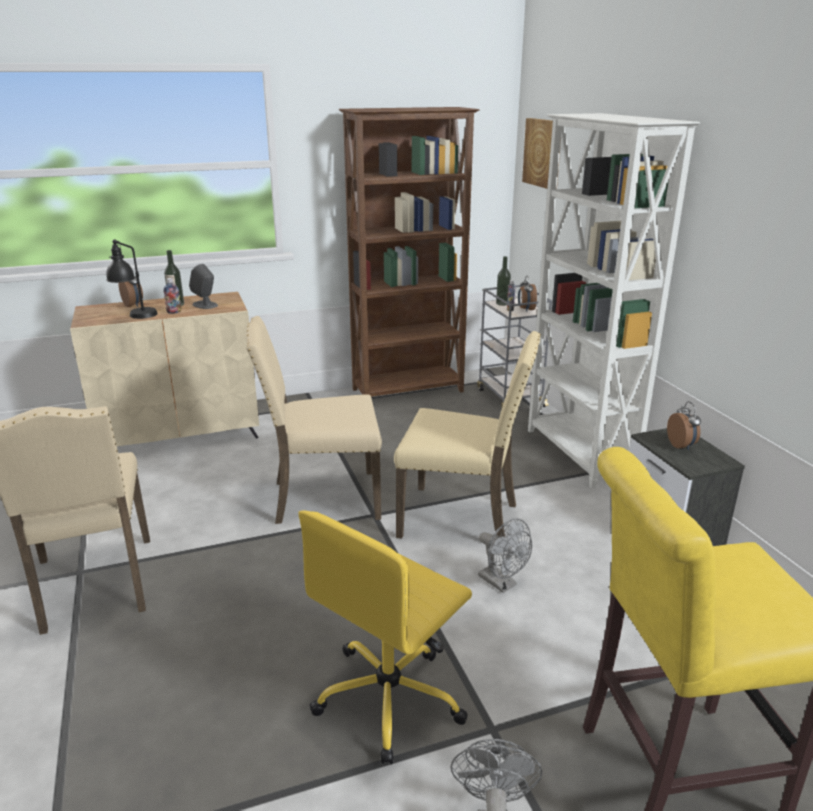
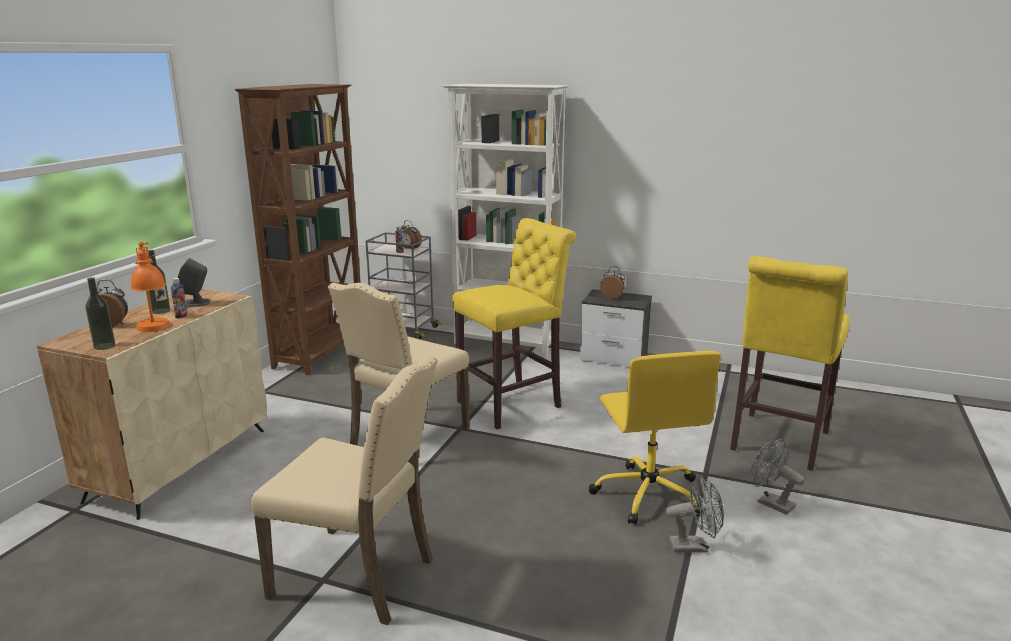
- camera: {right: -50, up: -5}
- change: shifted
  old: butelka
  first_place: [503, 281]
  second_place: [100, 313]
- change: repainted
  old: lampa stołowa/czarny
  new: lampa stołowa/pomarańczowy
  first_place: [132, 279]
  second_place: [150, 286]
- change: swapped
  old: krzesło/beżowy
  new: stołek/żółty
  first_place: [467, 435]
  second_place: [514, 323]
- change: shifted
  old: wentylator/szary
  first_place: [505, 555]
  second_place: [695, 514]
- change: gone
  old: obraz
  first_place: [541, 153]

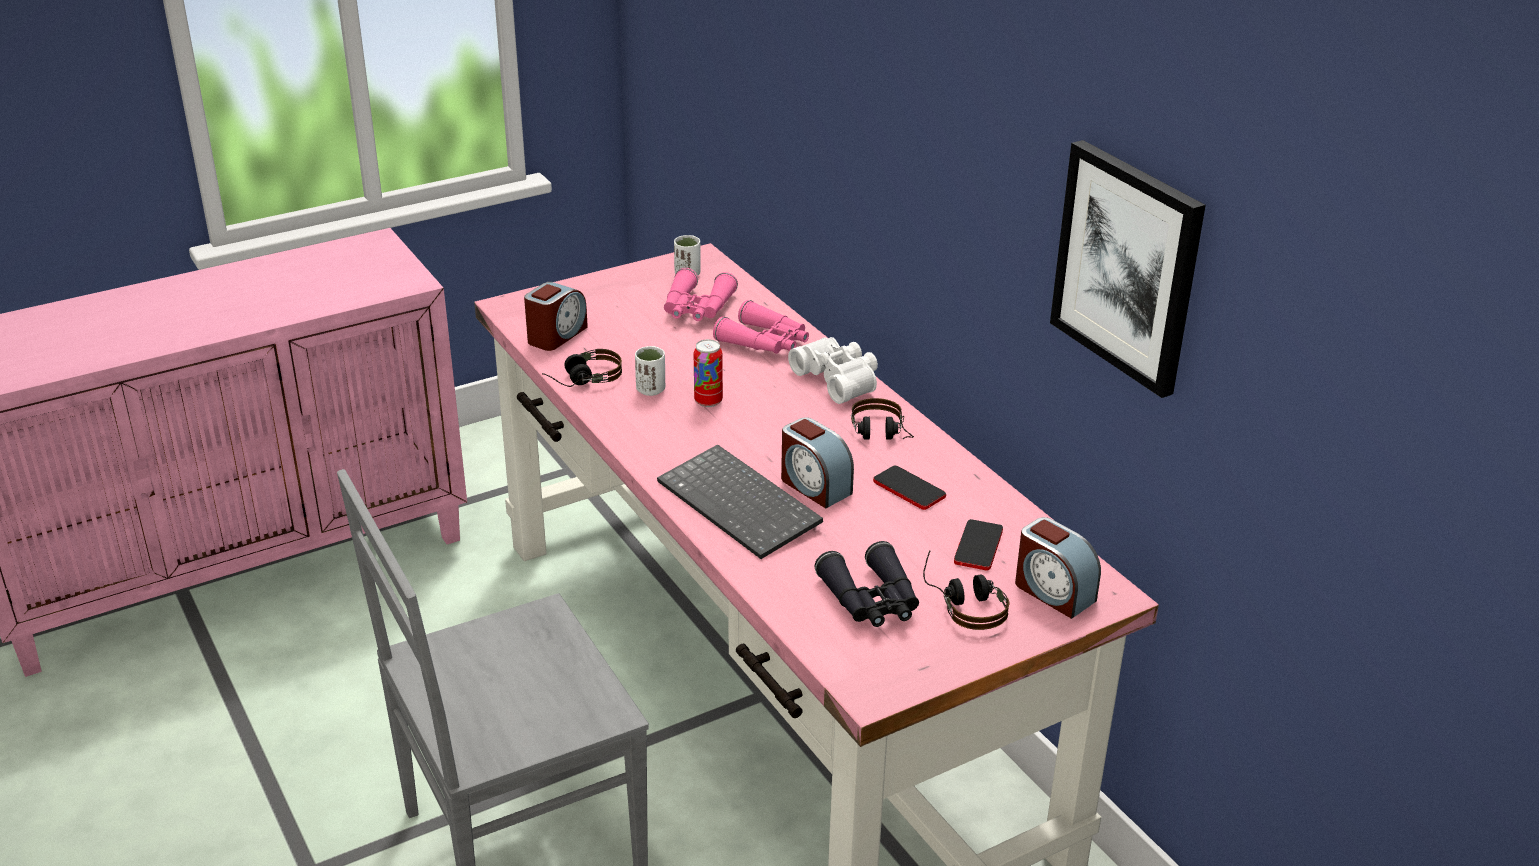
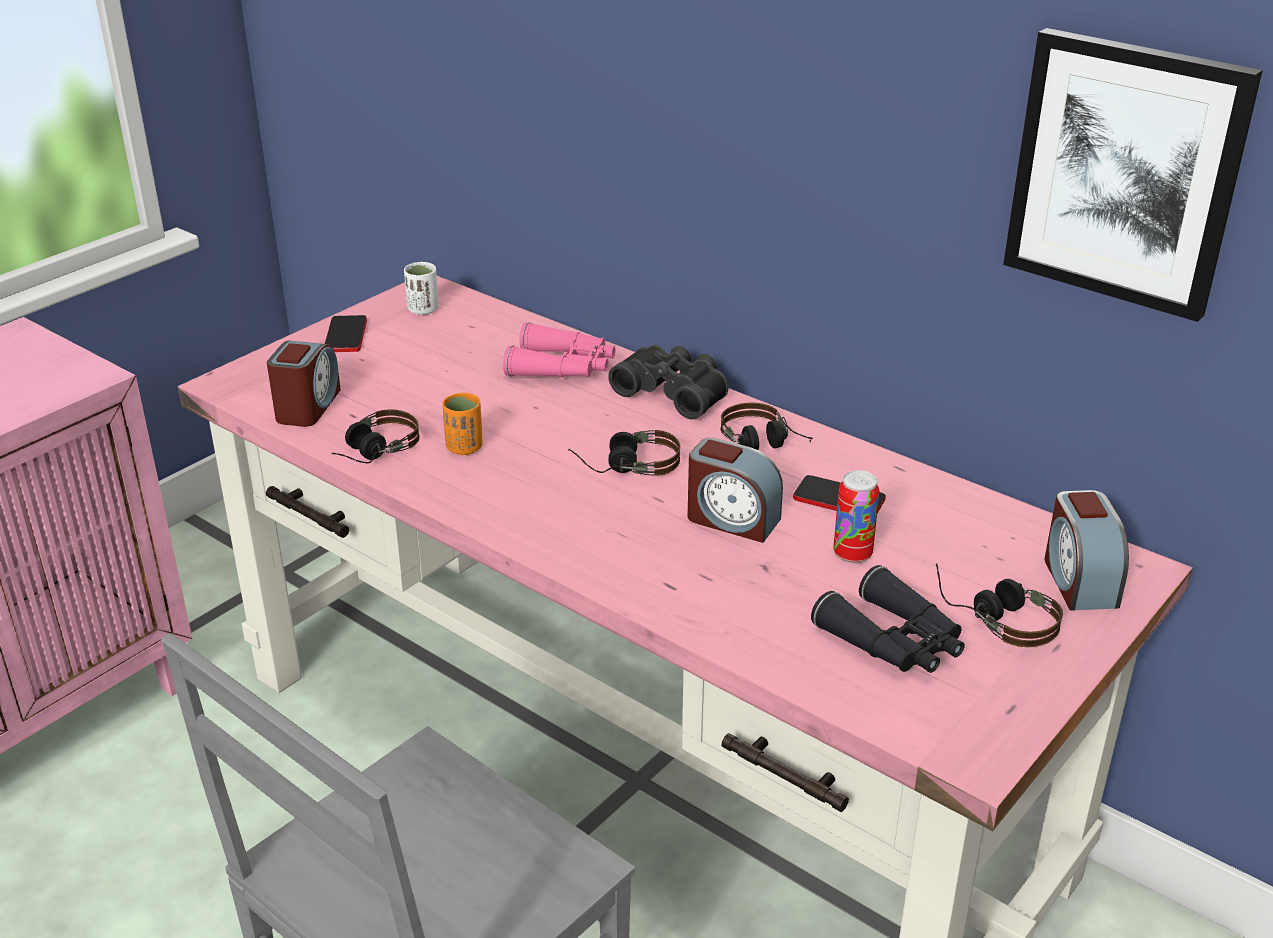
- camera: {right: -20, up: 0}
- change: shifted
  old: telefon
  first_place: [978, 545]
  second_place: [346, 333]
- change: repainted
  old: filiżanka/biały
  new: filiżanka/pomarańczowy
  first_place: [650, 371]
  second_place: [462, 423]
- change: new
  new: słuchawki
  second_place: [624, 453]
- change: repainted
  old: lornetka/biały
  new: lornetka/czarny
  first_place: [833, 370]
  second_place: [668, 382]
- change: shifted
  old: puszka
  first_place: [708, 373]
  second_place: [856, 517]
- change: rotated
  old: budzik
  first_place: [1058, 568]
  second_place: [1086, 550]
  degrees: 60
- change: gone
  old: klawiatura
  first_place: [740, 501]
- change: gone
  old: lornetka/różowy
  first_place: [701, 294]

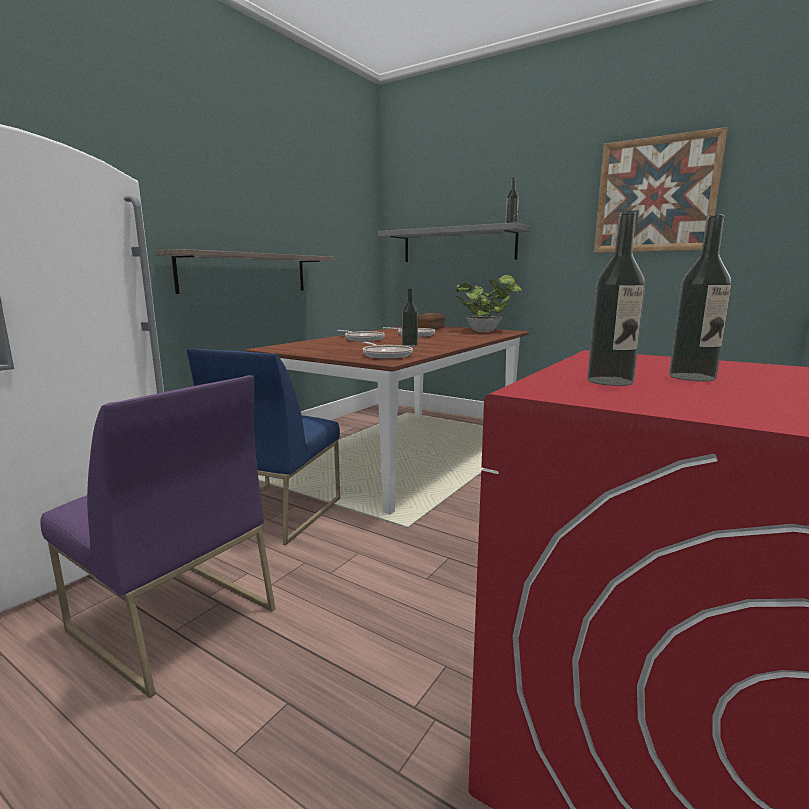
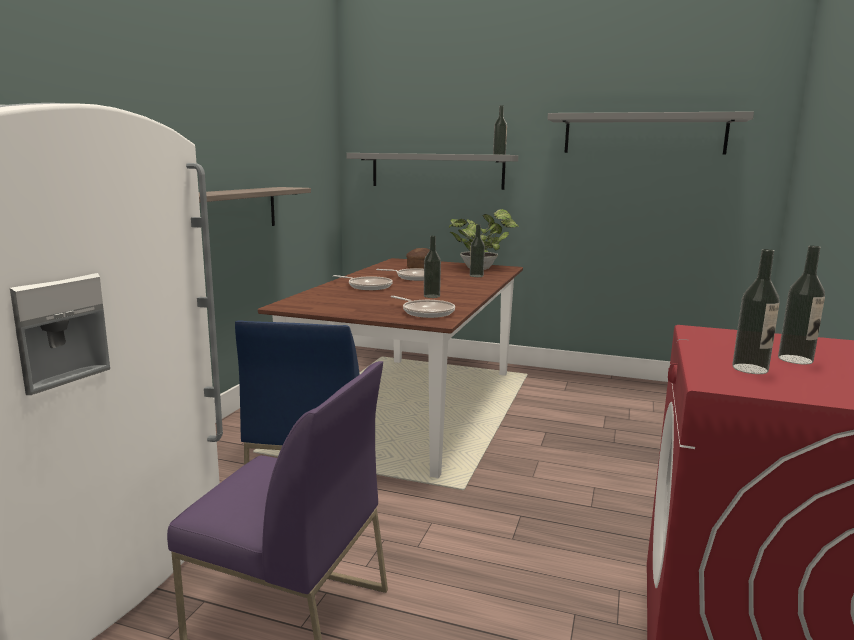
- camera: {right: -15, up: 0}
- change: new
  new: butelka
  second_place: [477, 250]
- change: swapped
  old: obraz
  new: półka/szary
  first_place: [661, 190]
  second_place: [650, 133]

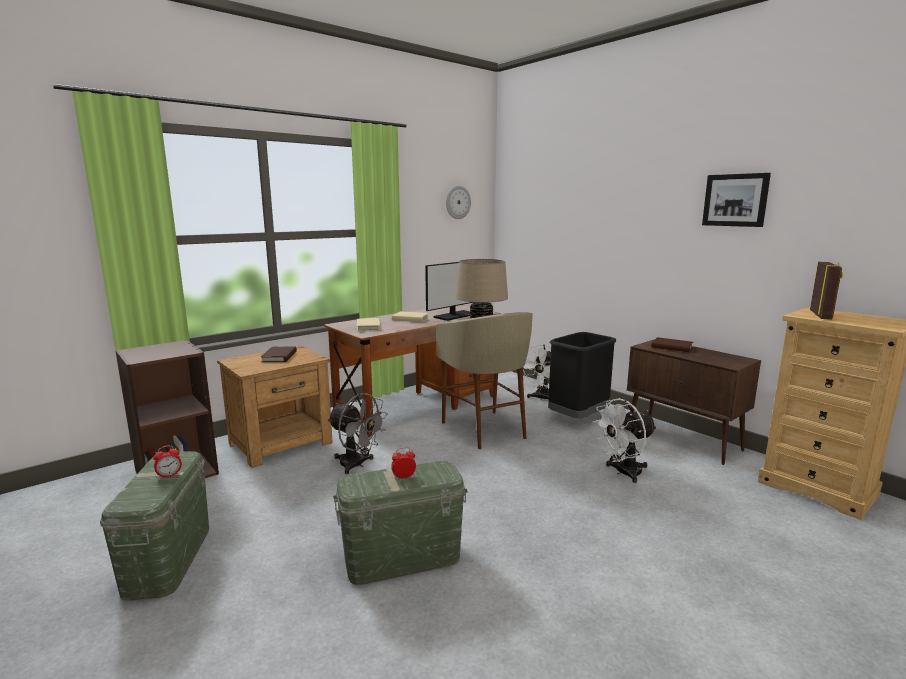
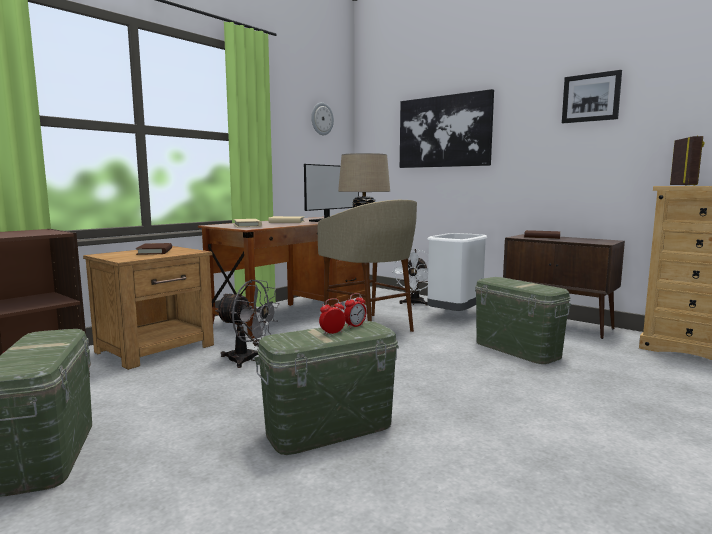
- camera: {right: -10, up: -5}
- change: shifted
  old: budzik
  first_place: [167, 462]
  second_place: [355, 310]
- change: new
  new: obraz
  second_place: [447, 128]
- change: repainted
  old: kosz na śmieci/czarny
  new: kosz na śmieci/biały
  first_place: [582, 375]
  second_place: [457, 272]
- change: swapped
  old: wentylator/biały
  new: pojemnik do przechowywania/zielony
  first_place: [625, 440]
  second_place: [523, 320]

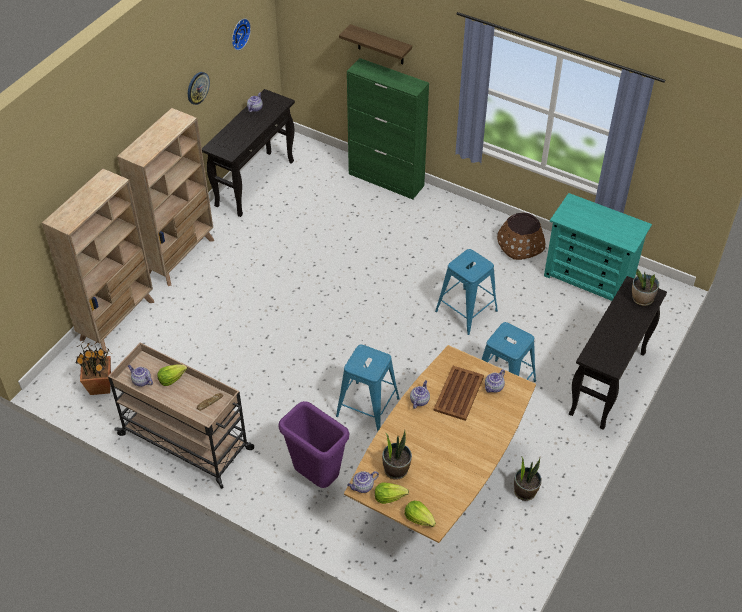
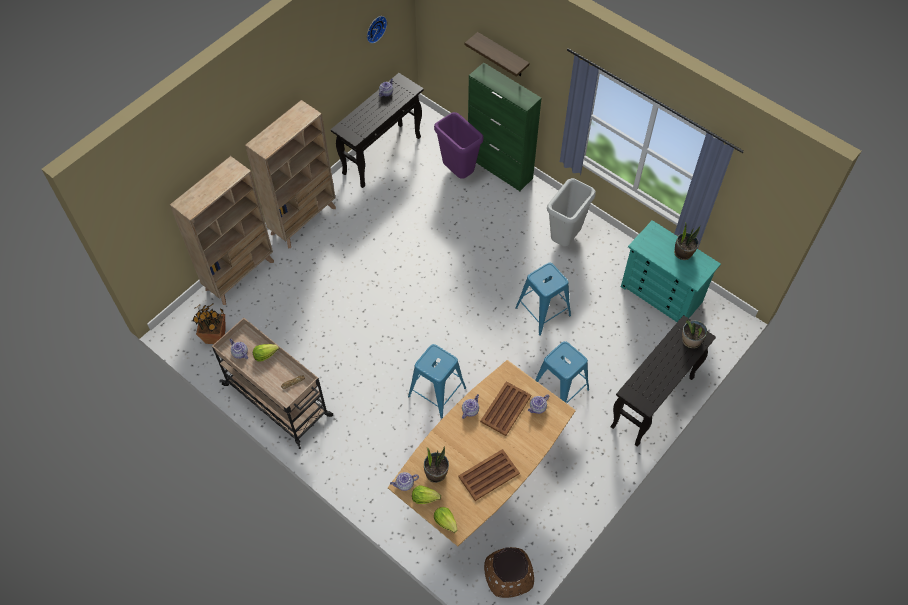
- camera: {right: 10, up: 10}
- change: shifted
  old: kosz na śmieci/fioletowy
  first_place: [313, 444]
  second_place: [459, 145]
- change: new
  new: taca/brązowy
  second_place: [489, 475]
- change: shifted
  old: donica/brązowy
  first_place: [521, 236]
  second_place: [509, 572]
- change: new
  new: kosz na śmieci/szary
  second_place: [571, 212]
- change: shifted
  old: roślina doniczkowa
  first_place: [528, 478]
  second_place: [687, 241]
- change: gone
  old: zegar ścienny
  first_place: [199, 88]

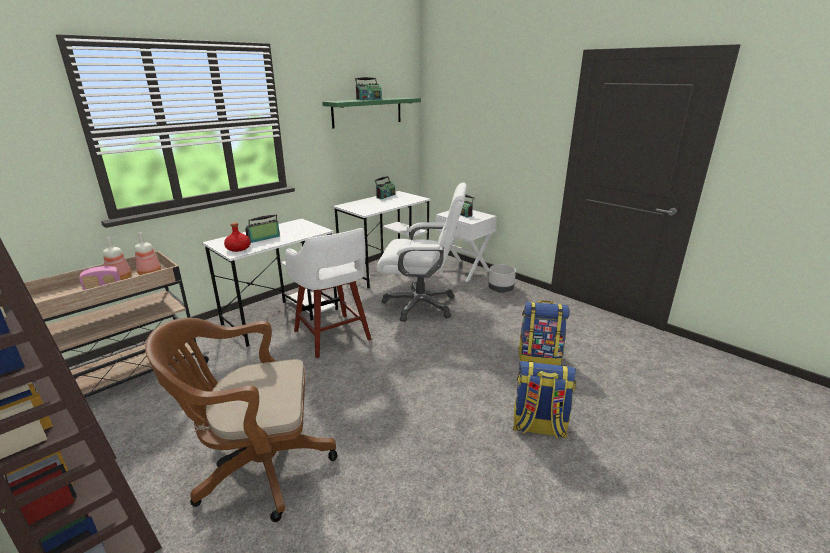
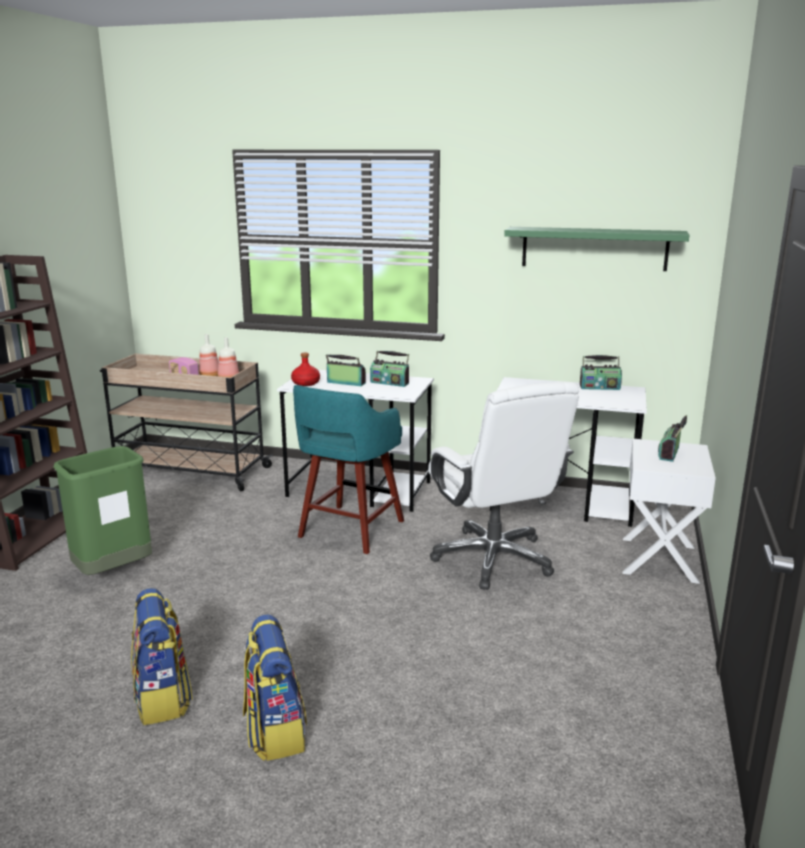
- camera: {right: 60, up: -5}
- change: swapped
  old: krzesło biurowe/brązowy
  new: kosz na śmieci/zielony
  first_place: [241, 420]
  second_place: [102, 510]
- change: shifted
  old: plecak
  first_place: [544, 332]
  second_place: [162, 656]
- change: repainted
  old: stołek/biały
  new: stołek/turkusowy
  first_place: [328, 293]
  second_place: [348, 469]
- change: shifted
  old: radio
  first_place: [368, 88]
  second_place: [389, 369]
- change: gone
  old: donica/szary
  first_place: [502, 278]

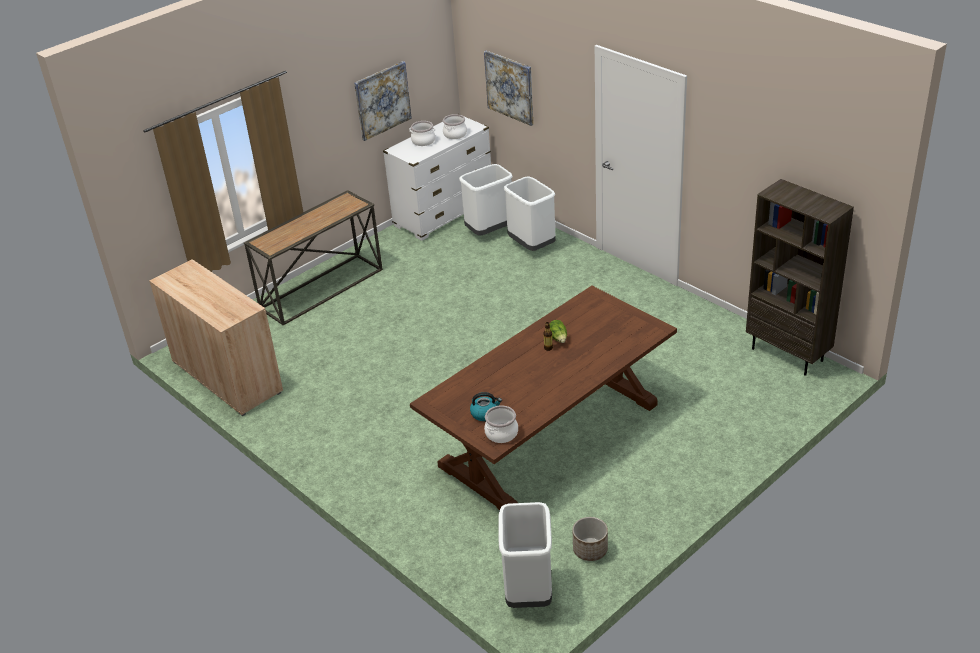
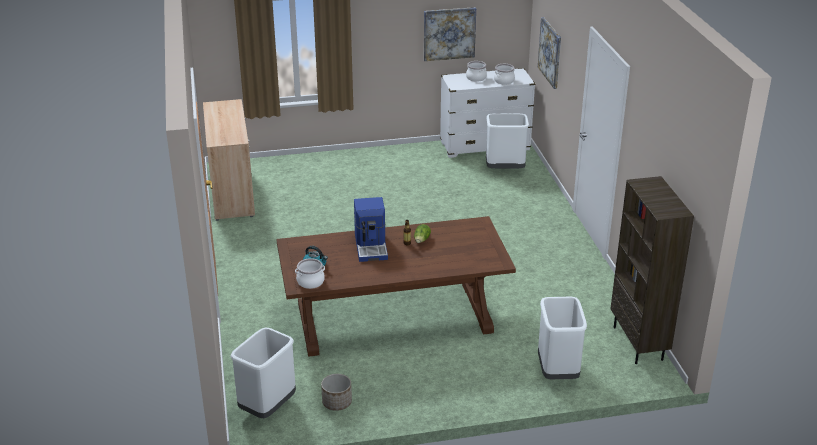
- camera: {right: 30, up: -5}
- change: new
  new: ekspres do kawy
  second_place: [371, 229]
- change: shifted
  old: kosz na śmieci/biały
  first_place: [529, 213]
  second_place: [562, 338]
- change: gone
  old: stolik konsolowy
  first_place: [313, 257]

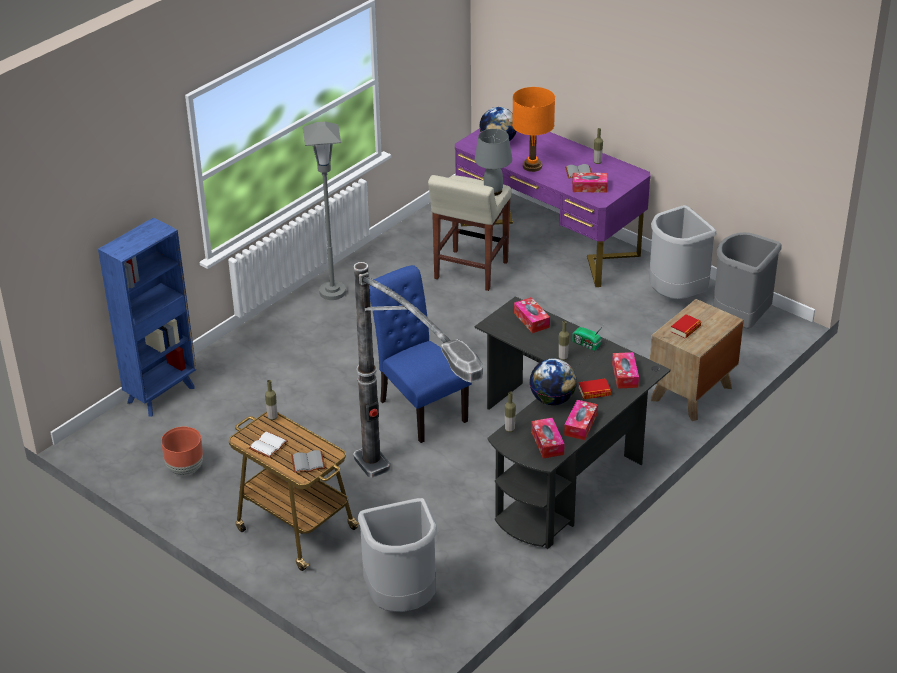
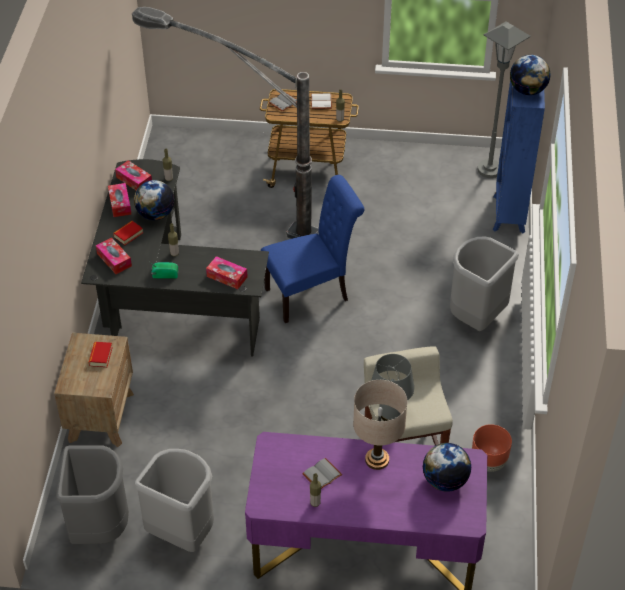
- camera: {right: 145, up: 10}
- change: rotated
  old: krzesło/niebieski
  first_place: [420, 354]
  second_place: [313, 249]
  degrees: -45
- change: repainted
  old: lampa stołowa/pomarańczowy
  new: lampa stołowa/beżowy
  first_place: [533, 129]
  second_place: [380, 425]
- change: shifted
  old: kosz na śmieci/szary
  first_place: [397, 555]
  second_place: [484, 284]
- change: shifted
  old: donica/brązowy
  first_place: [182, 450]
  second_place: [492, 448]
- change: shifted
  old: lampa stojąca/szary
  first_place: [324, 210]
  second_place: [504, 99]
- change: new
  new: globus
  second_place: [530, 75]
- change: gone
  old: pudełko chusteczek
  first_place: [590, 183]

